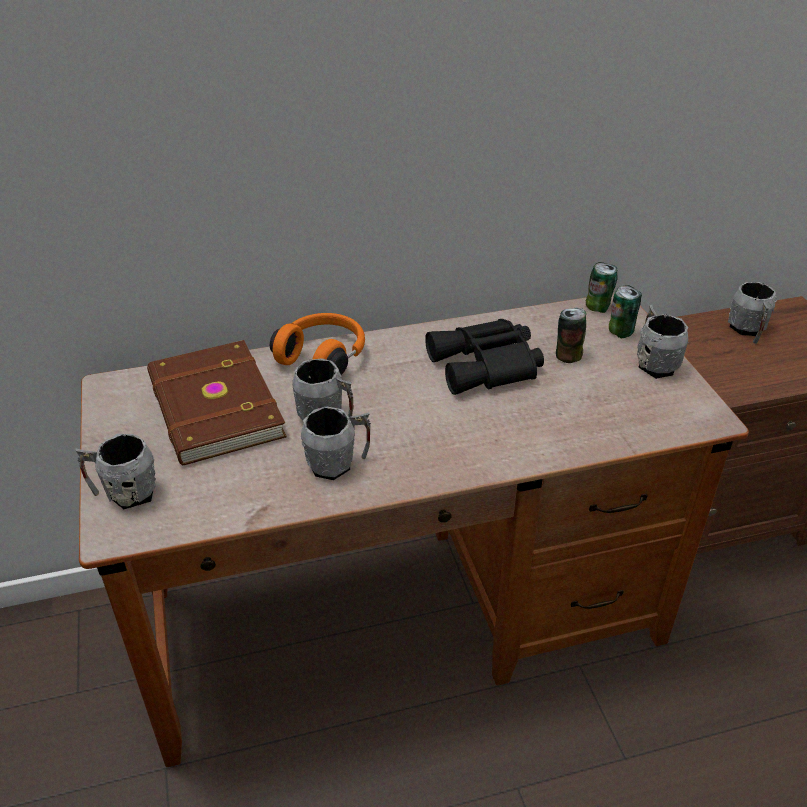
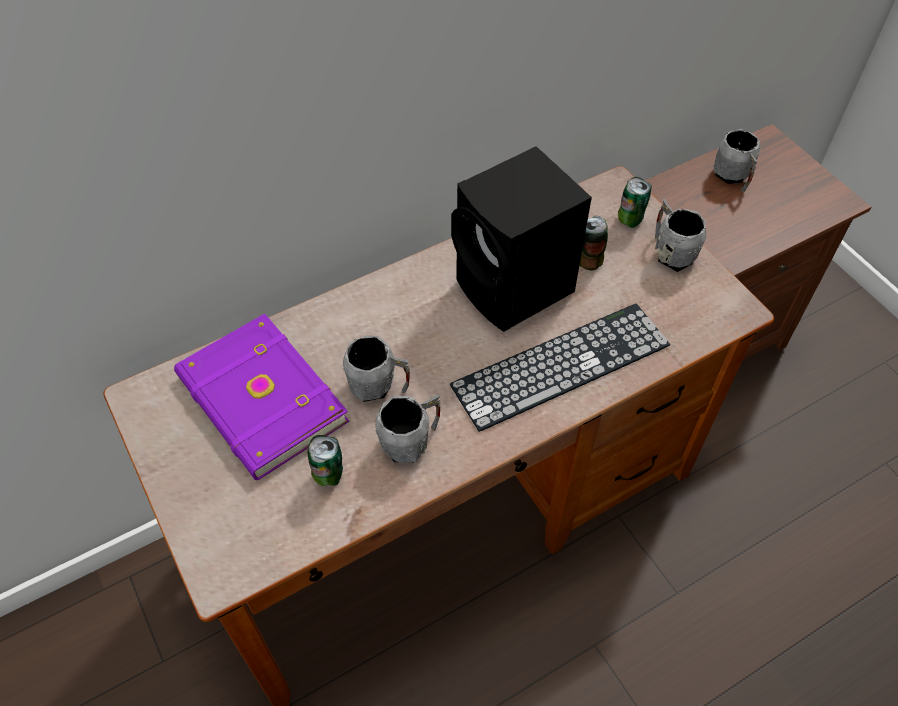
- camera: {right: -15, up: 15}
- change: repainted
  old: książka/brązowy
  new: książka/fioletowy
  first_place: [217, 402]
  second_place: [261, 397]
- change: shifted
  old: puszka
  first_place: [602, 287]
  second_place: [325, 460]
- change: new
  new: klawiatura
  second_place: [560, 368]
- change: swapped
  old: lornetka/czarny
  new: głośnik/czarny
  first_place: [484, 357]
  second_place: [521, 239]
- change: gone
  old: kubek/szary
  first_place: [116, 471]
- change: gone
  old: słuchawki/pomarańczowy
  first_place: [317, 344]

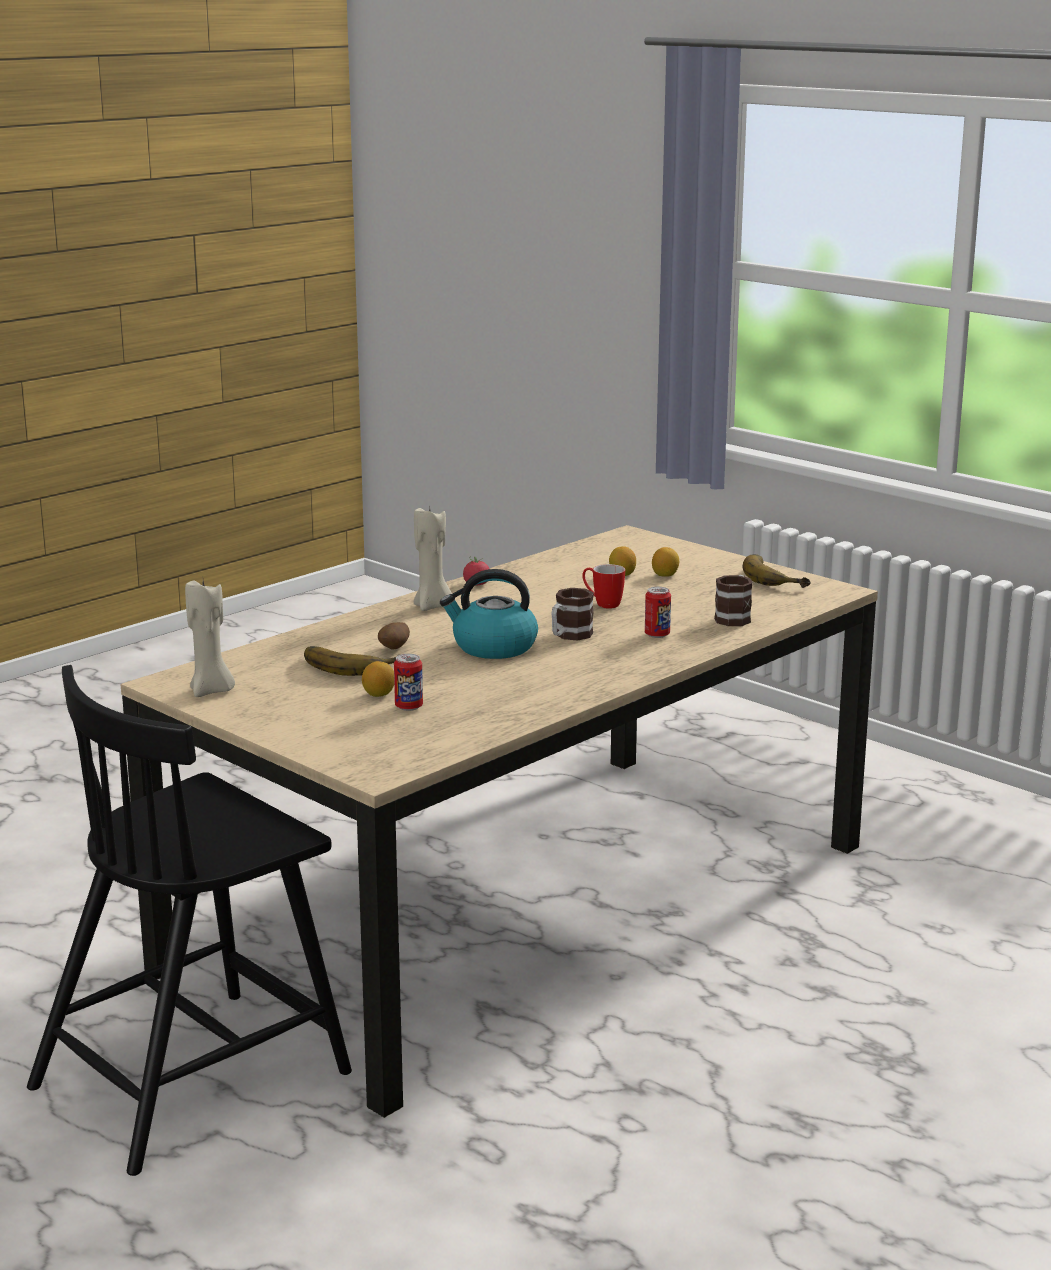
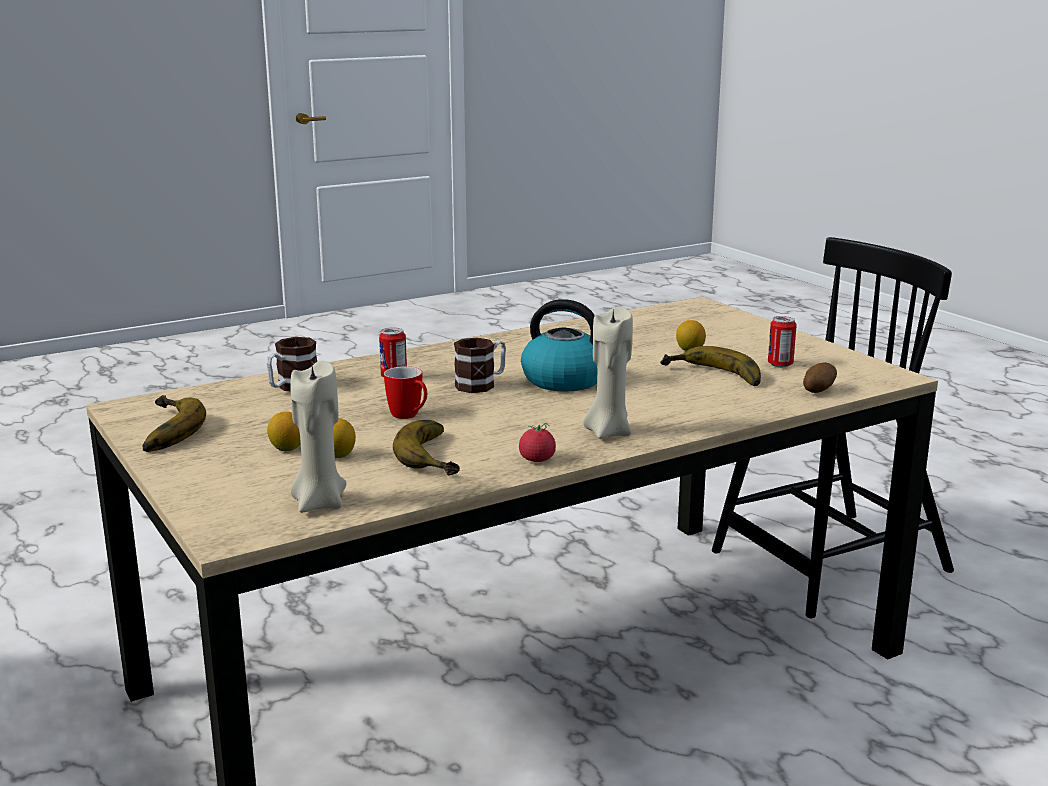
- camera: {right: -165, up: 0}
- change: shifted
  old: świeca/beżowy
  first_place: [210, 639]
  second_place: [318, 437]
- change: new
  new: banan
  second_place: [426, 447]
- change: shifted
  old: puszka
  first_place: [408, 682]
  second_place: [782, 341]
- change: shifted
  old: ziemniak
  first_place: [394, 636]
  second_place: [820, 377]

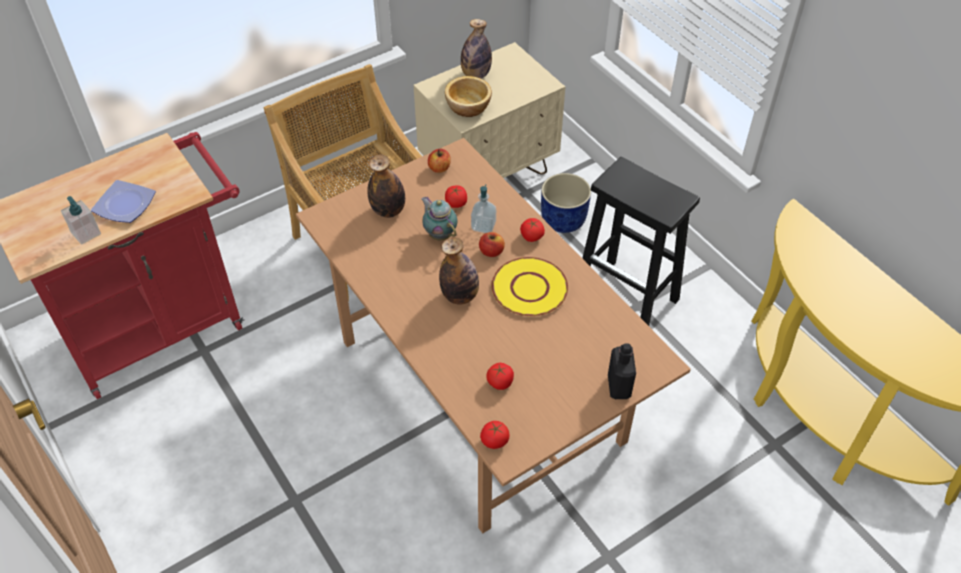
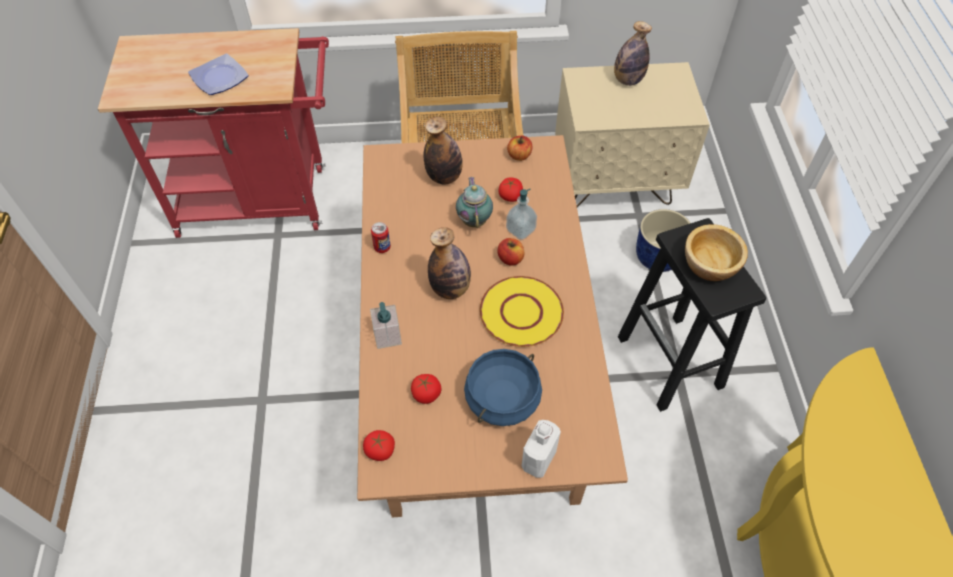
- camera: {right: 30, up: 5}
- change: shifted
  old: dozownik mydła
  first_place: [81, 220]
  second_place: [386, 325]
- change: new
  new: puszka
  second_place: [381, 237]
- change: new
  new: garnek/niebieski
  second_place: [503, 387]
- change: repainted
  old: butelka/czarny
  new: butelka/biały
  first_place: [622, 371]
  second_place: [541, 449]
- change: shifted
  old: miska
  first_place: [468, 96]
  second_place: [716, 252]
- change: gone
  old: pomidor
  first_place: [532, 230]

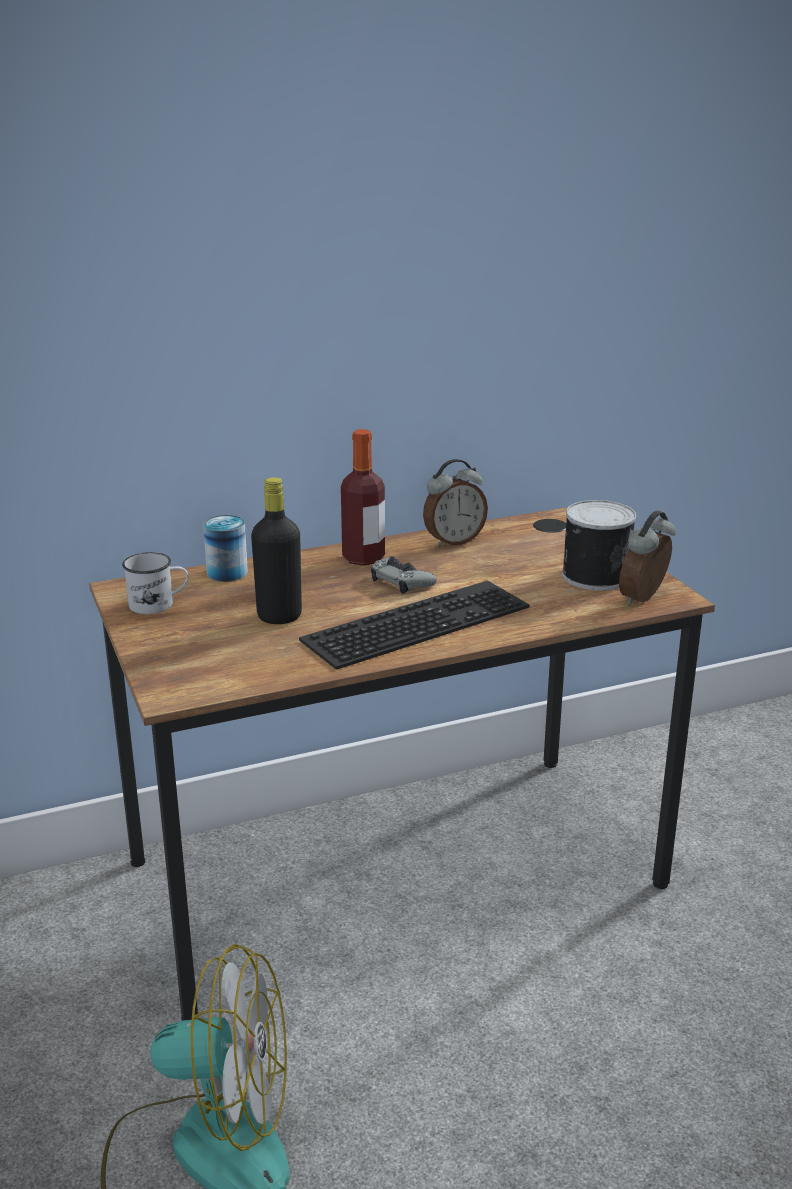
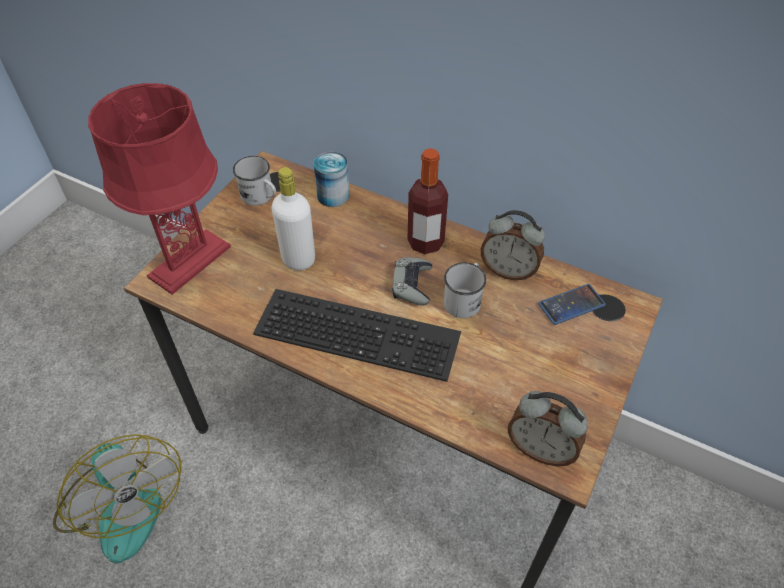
- camera: {right: 50, up: 25}
- change: new
  new: lampa stołowa/czerwony
  second_place: [159, 189]
- change: repainted
  old: butelka/czarny
  new: butelka/biały
  first_place: [276, 550]
  second_place: [293, 219]
- change: new
  new: kubek/biały
  second_place: [465, 290]
- change: rotated
  old: budzik
  first_place: [647, 558]
  second_place: [548, 428]
  degrees: -150
- change: new
  new: telefon
  second_place: [572, 304]
- change: gone
  old: puszka
  first_place: [599, 545]

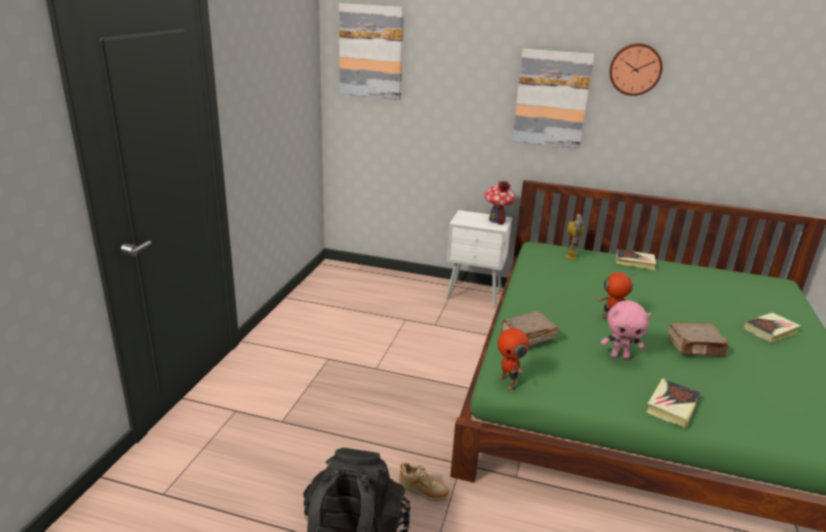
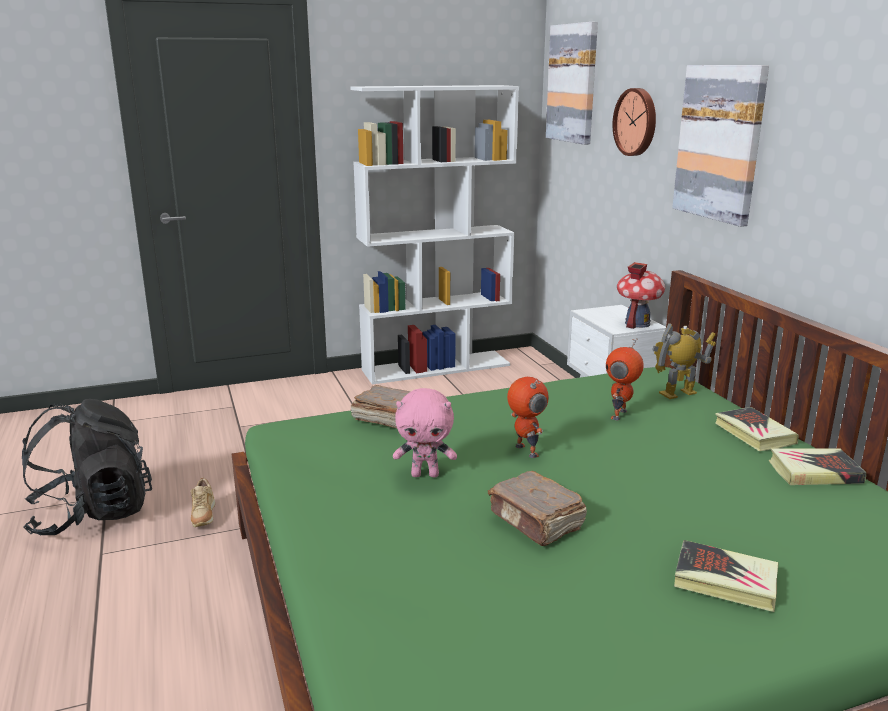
- camera: {right: 55, up: -5}
- change: new
  new: regał/biały
  second_place: [434, 234]
- change: rotated
  old: pluszak/różowy
  first_place: [626, 329]
  second_place: [425, 432]
  degrees: -60
- change: shifted
  old: robot zabawkowy
  first_place: [513, 353]
  second_place: [624, 379]
- change: shifted
  old: zegar ścienny
  first_place: [636, 69]
  second_place: [634, 122]
- change: shifted
  old: książka
  first_place: [673, 403]
  second_place: [817, 466]

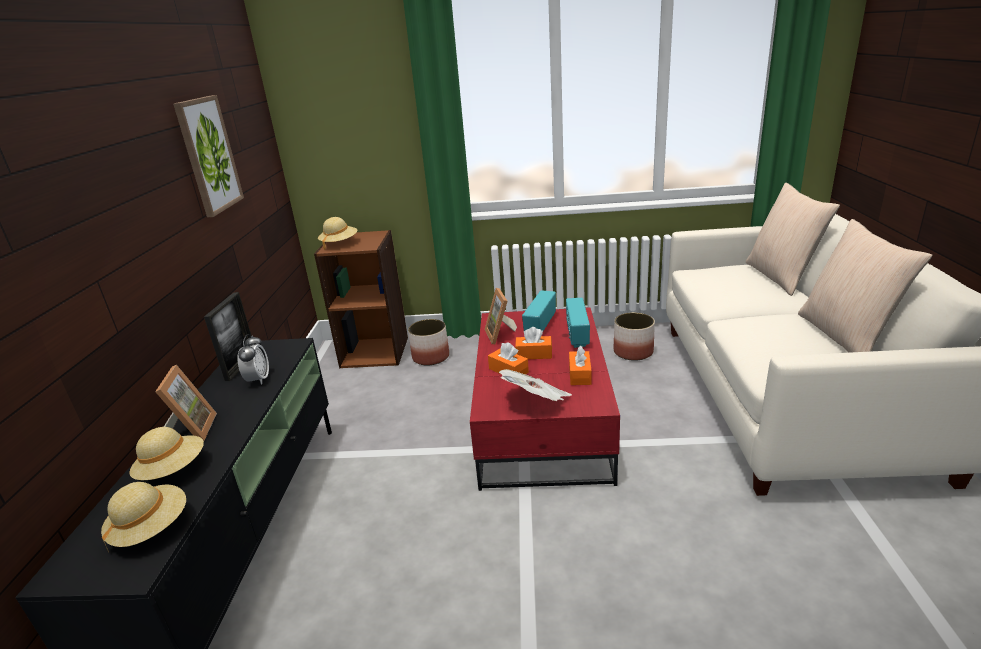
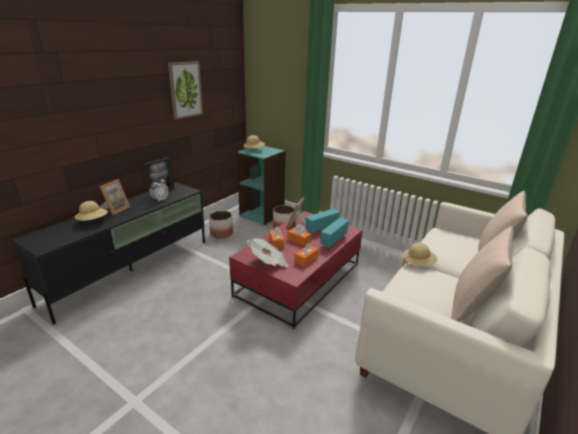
- camera: {right: 30, up: 0}
- change: shifted
  old: donica
  first_place: [634, 336]
  second_place: [221, 225]
- change: repainted
  old: regał/brązowy
  new: regał/turkusowy
  first_place: [361, 299]
  second_place: [261, 185]
- change: shifted
  old: kapelusz/beżowy
  first_place: [143, 517]
  second_place: [420, 255]

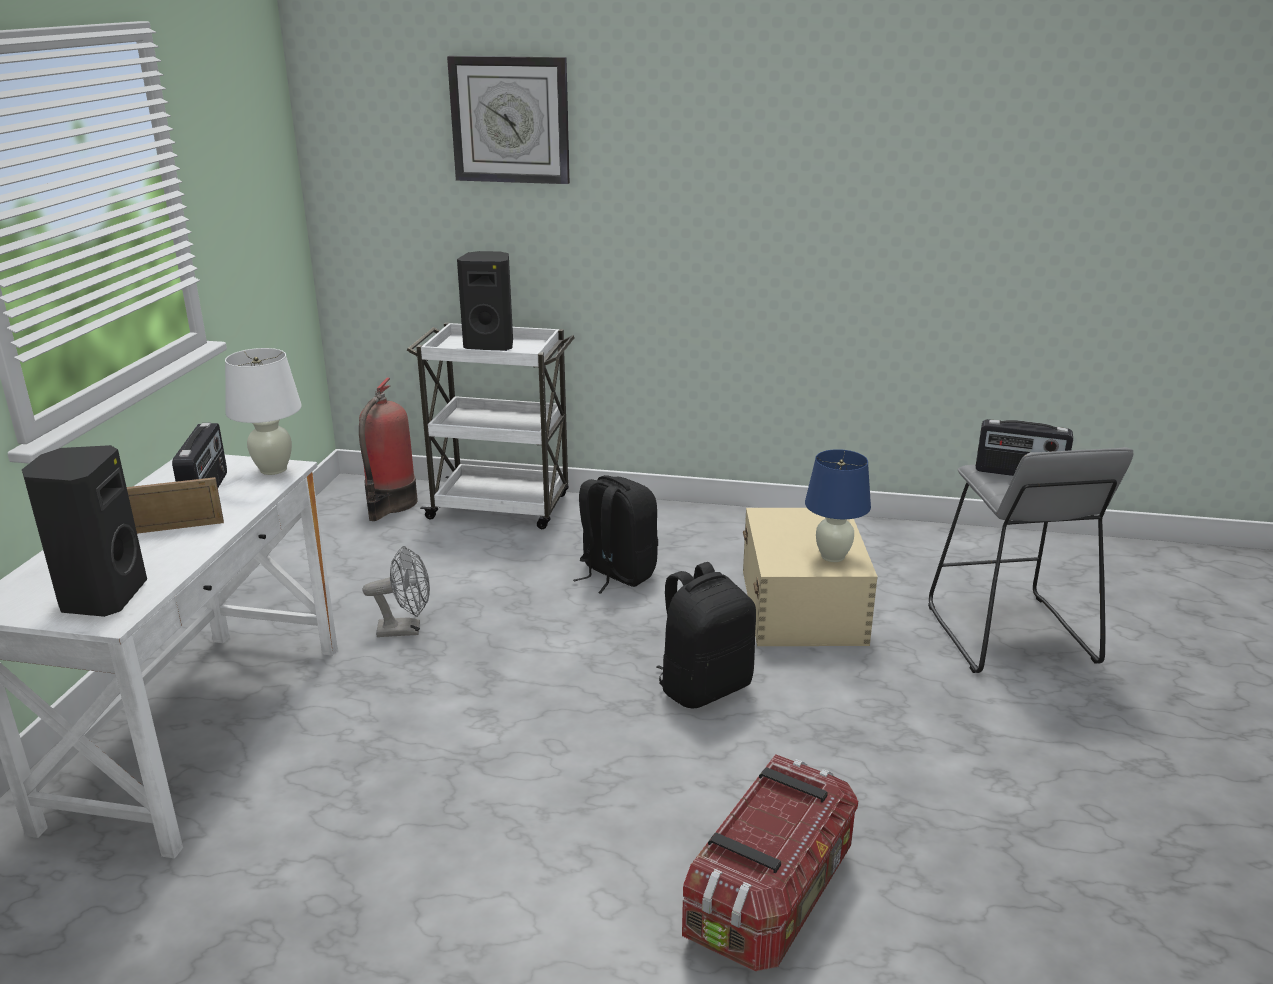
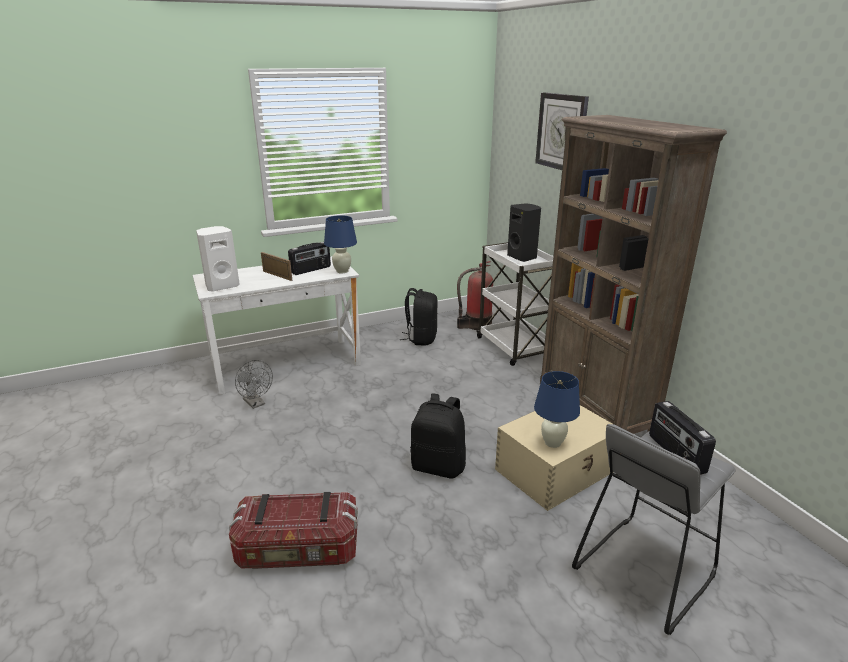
- camera: {right: 55, up: 0}
- change: repainted
  old: głośnik/czarny
  new: głośnik/biały
  first_place: [84, 531]
  second_place: [218, 259]
- change: shifted
  old: wentylator/szary
  first_place: [396, 591]
  second_place: [254, 384]
- change: repainted
  old: lampa stołowa/biały
  new: lampa stołowa/niebieski
  first_place: [263, 411]
  second_place: [340, 244]
- change: shifted
  old: plecak/czarny
  first_place: [615, 534]
  second_place: [418, 317]
- change: new
  new: regał/brązowy
  second_place: [633, 274]

